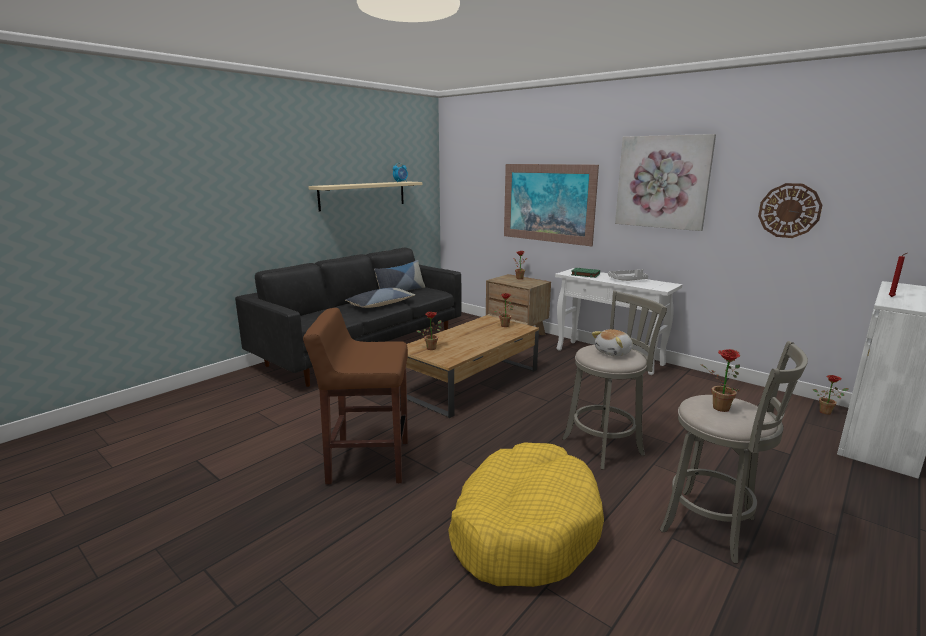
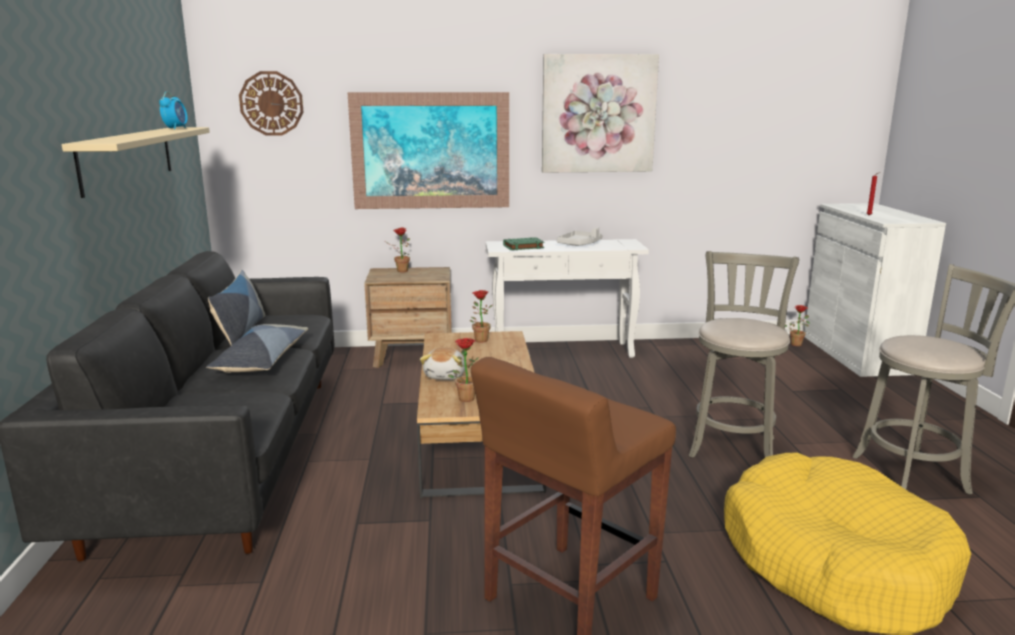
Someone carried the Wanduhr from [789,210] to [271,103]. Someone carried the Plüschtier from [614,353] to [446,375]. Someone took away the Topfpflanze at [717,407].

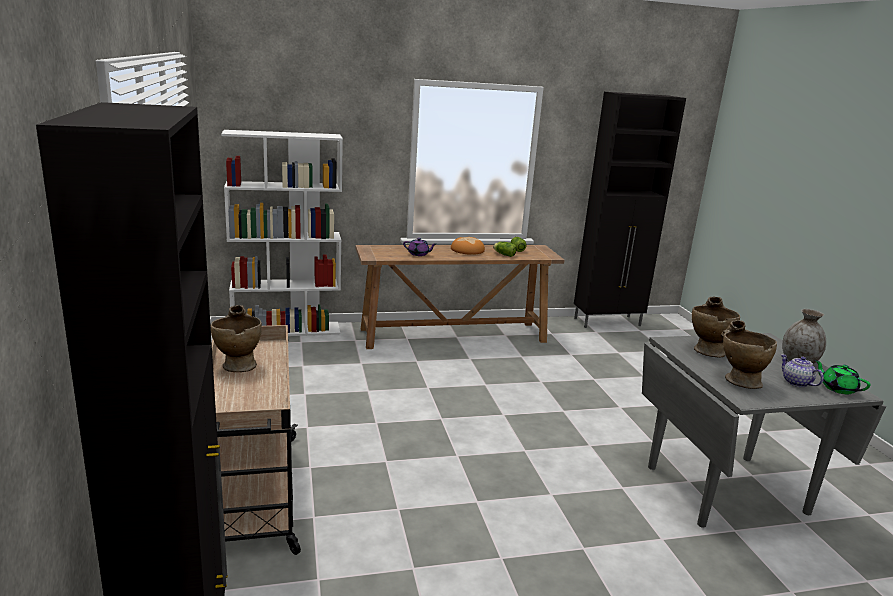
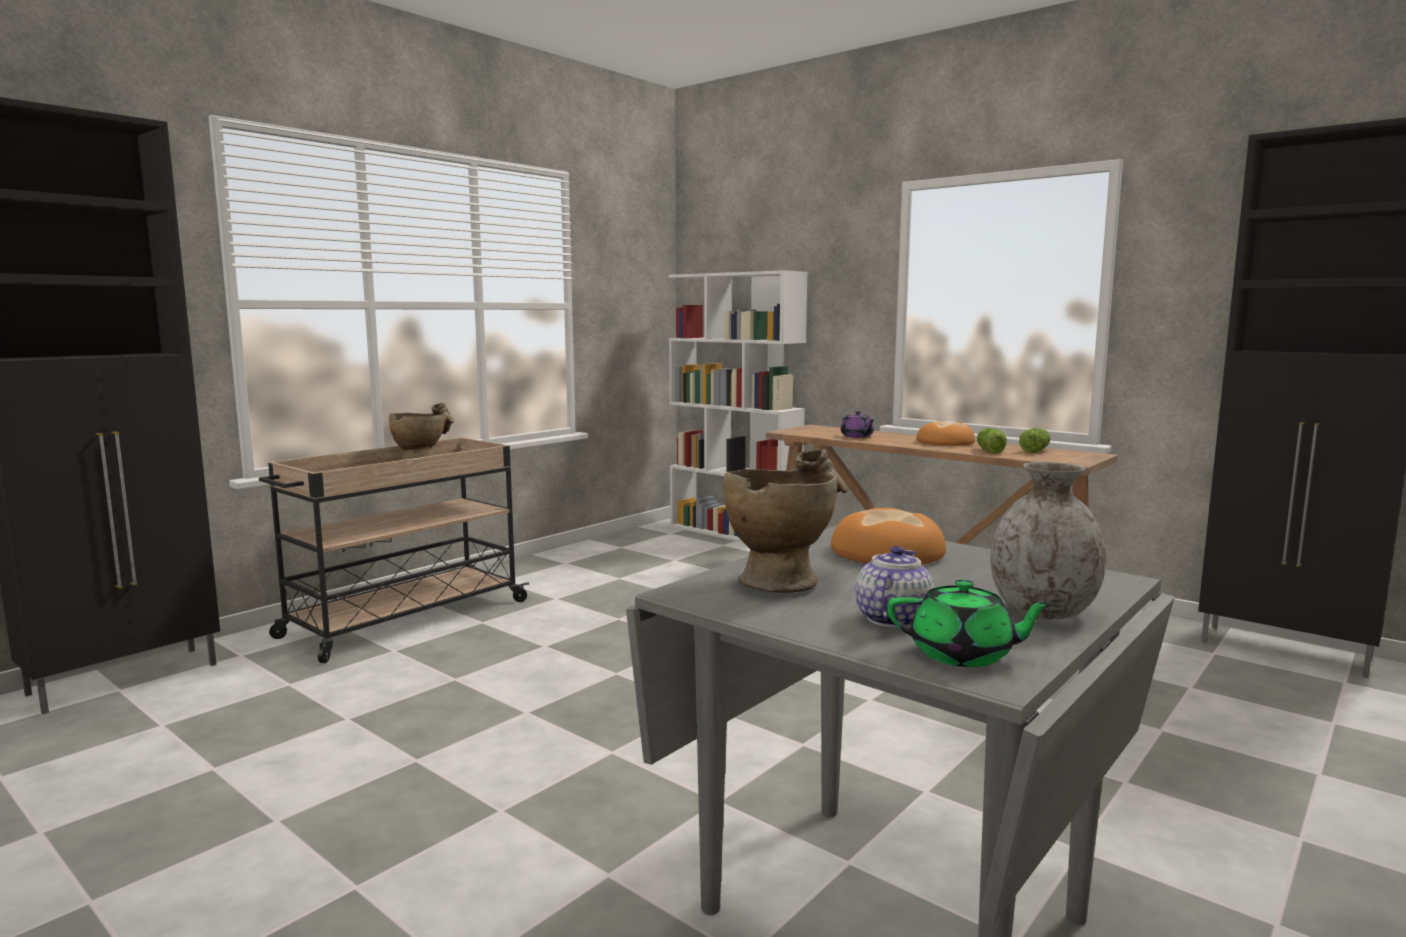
Someone swapped the Vase [beige] at [707,350] for the Brot at [886,551]. Someone rotated the Teekanne [grün] at [837,388] by 90 degrees clockwise.

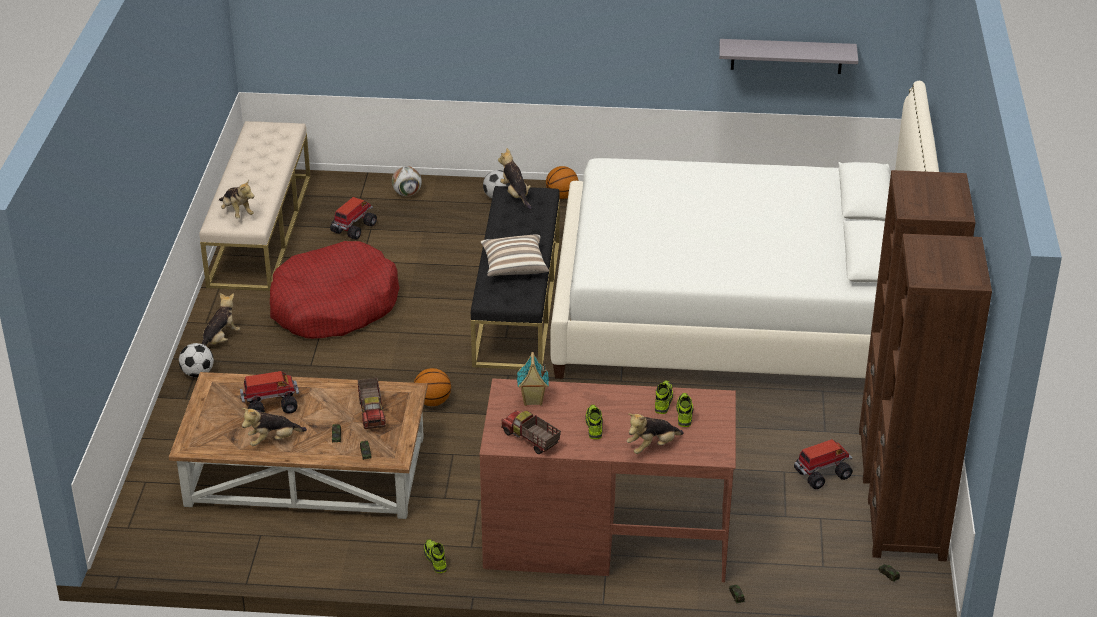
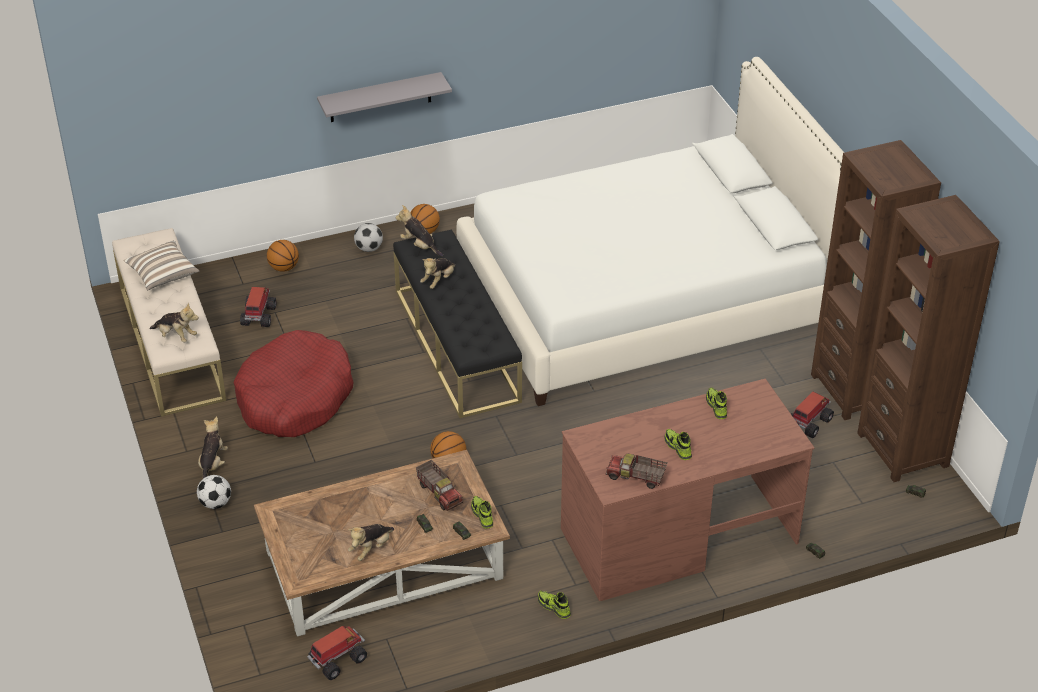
Someone carried the Wandregal [grau] from [786,56] to [380,97]. Someone swapped the Fußball at [407,193] for the Basketball at [284,267]. Someone carried the Kissen from [514,266] to [162,275]. Someone took away the Spielzeughaus at [532,400]. Someone carried the Spielzeuglaster from [270,405] to [337,660]. Someone carried the Schuh from [684,414] to [482,515]. Someone carried the Plüschtier from [652,446] to [438,281].

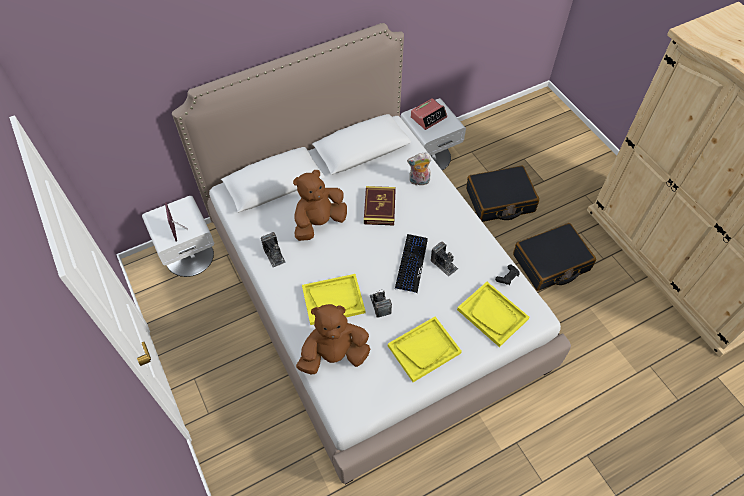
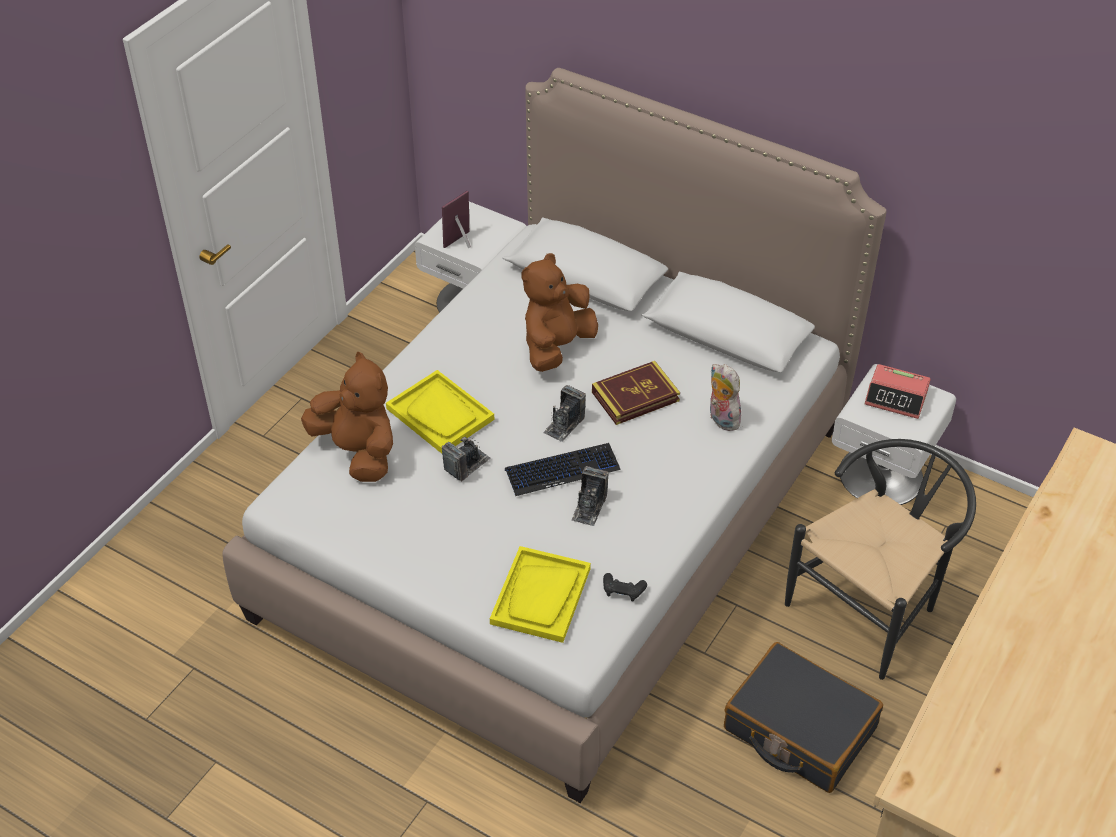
Someone swapped the Koffer [schwarz] at [500,200] for the Stuhl [schwarz] at [872,606]. Someone rotated the Plüschtier [braun] at [319,223] by 75 degrees counterclockwise. Someone carried the Kamera from [274,255] to [564,425]. Someone took away the Tablett [gelb] at [424,349].

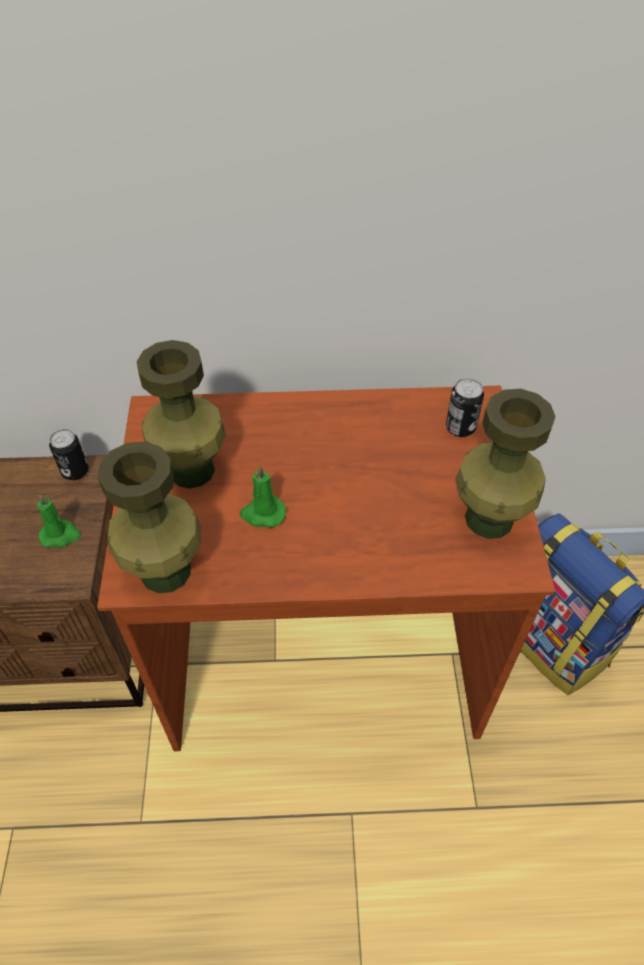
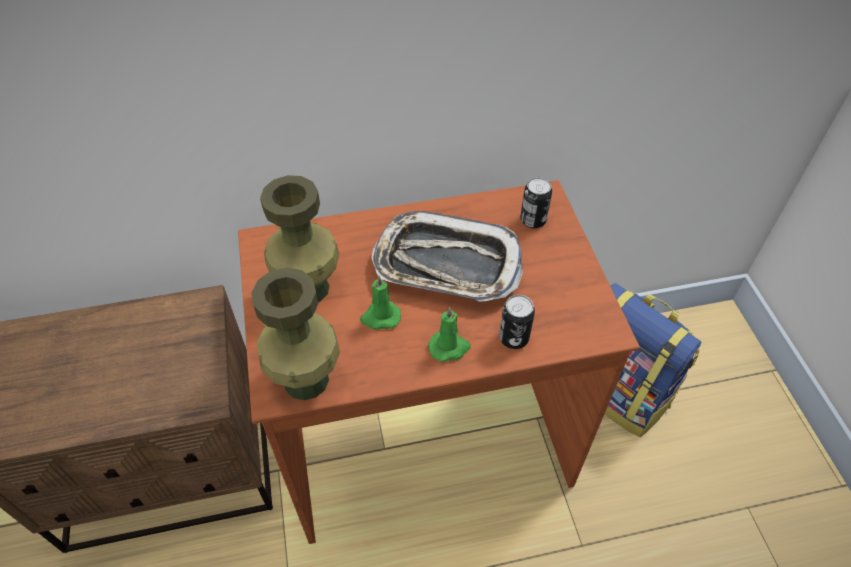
Someone took away the Vase [grün] at [489,519]. Someone carried the Dose from [75,471] to [513,338]. Someone carried the Kerze [grün] from [61,535] to [449,347]. Someone put down the Tablett at [446,264].

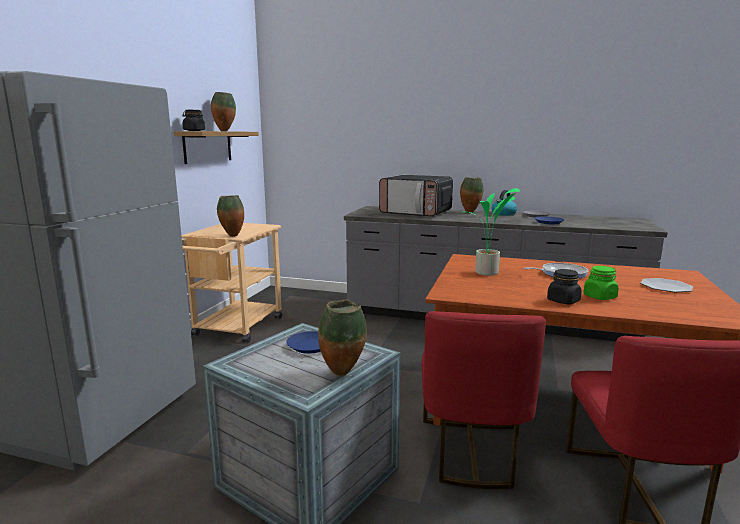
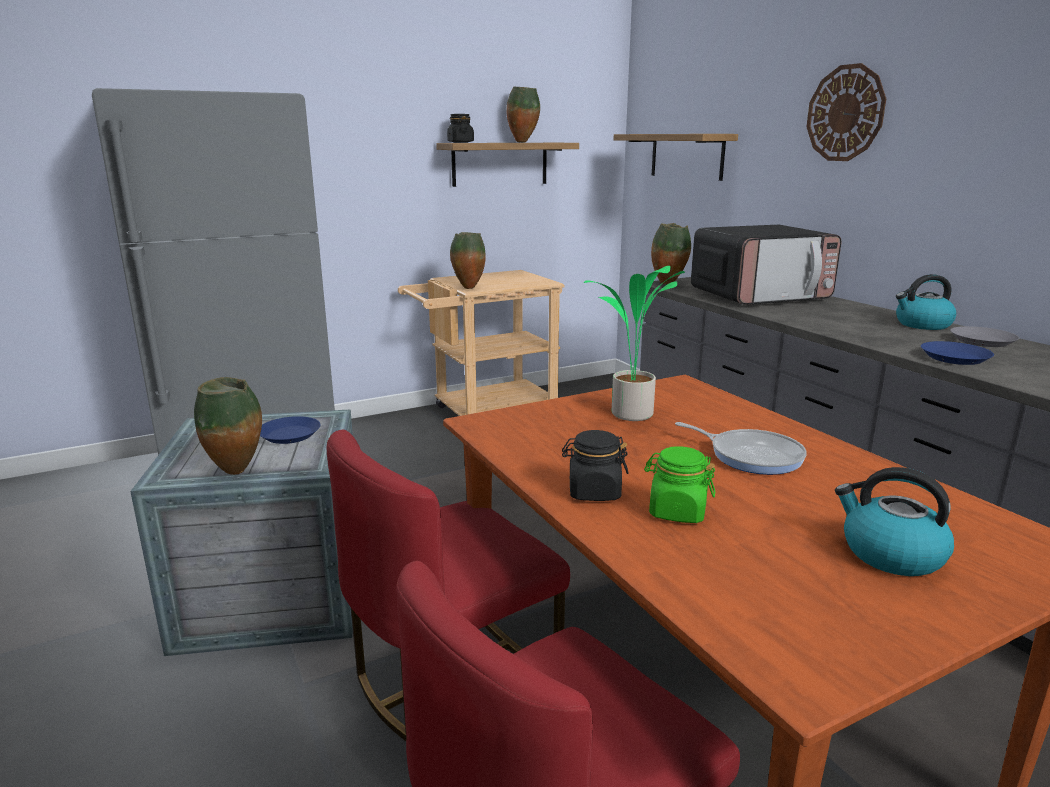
Someone rotated the Mikrowelle at [416,213] by 90 degrees counterclockwise. Someone carried the Vase from [470,212] to [668,284]. Someone swapped the Teller at [666,287] for the Wasserkessel at [890,554]. Someone put up the Wanduhr at [845,113]. Someone put up the Wandregal at [686,156].

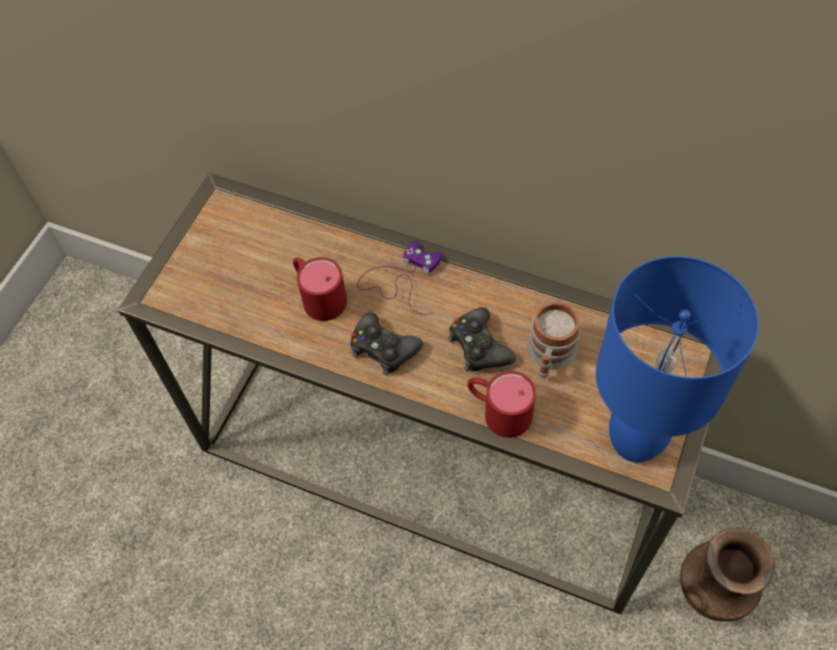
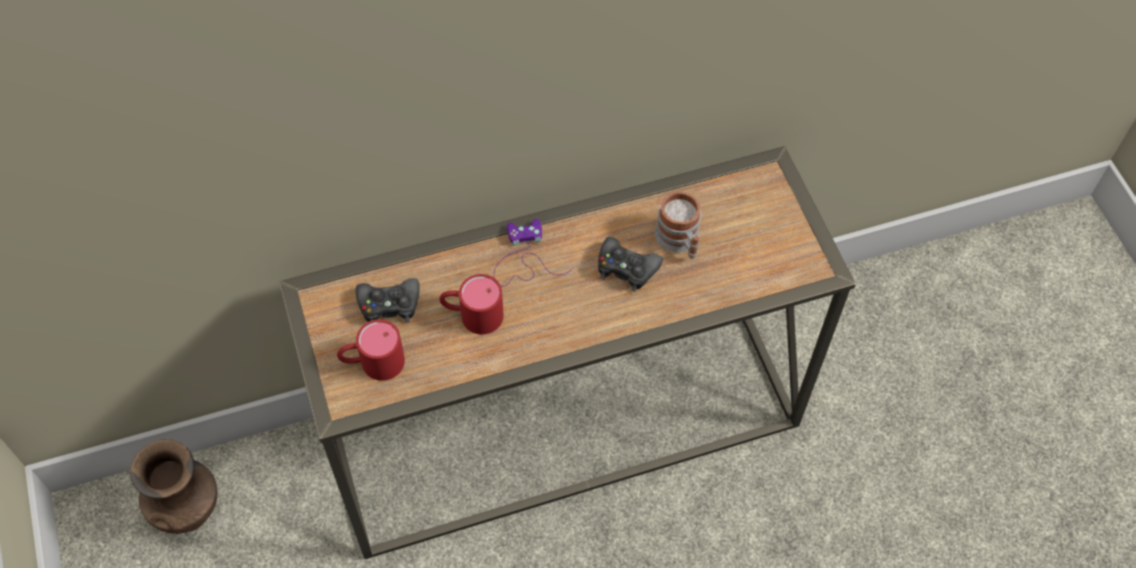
Someone took away the Tischlampe [blau] at [634,439]. Someone carried the Gamepad [schwarz] from [383,348] to [389,305]. Someone carried the Henkelbecher [rot] from [498,410] to [372,362]. Someone carried the Vase [braun] from [710,593] to [189,512].

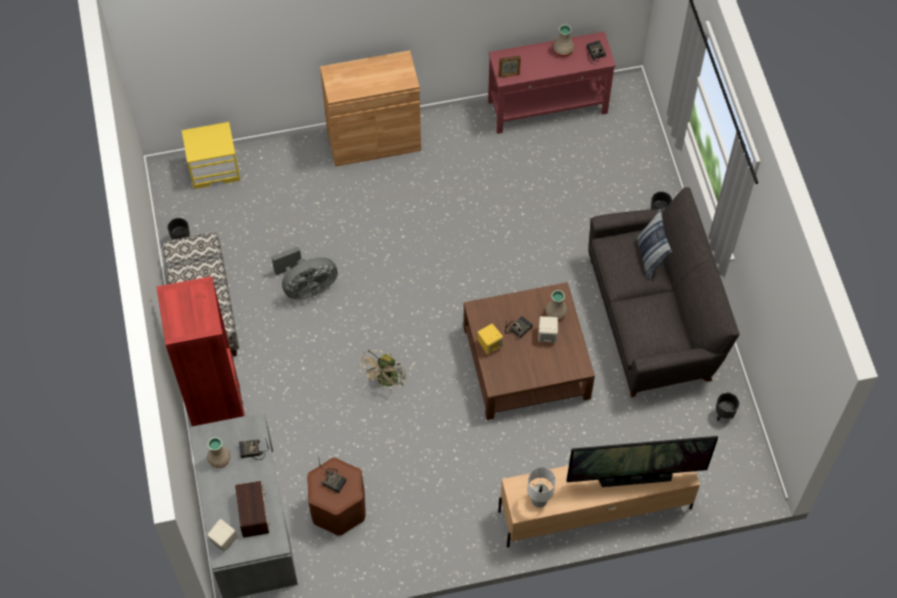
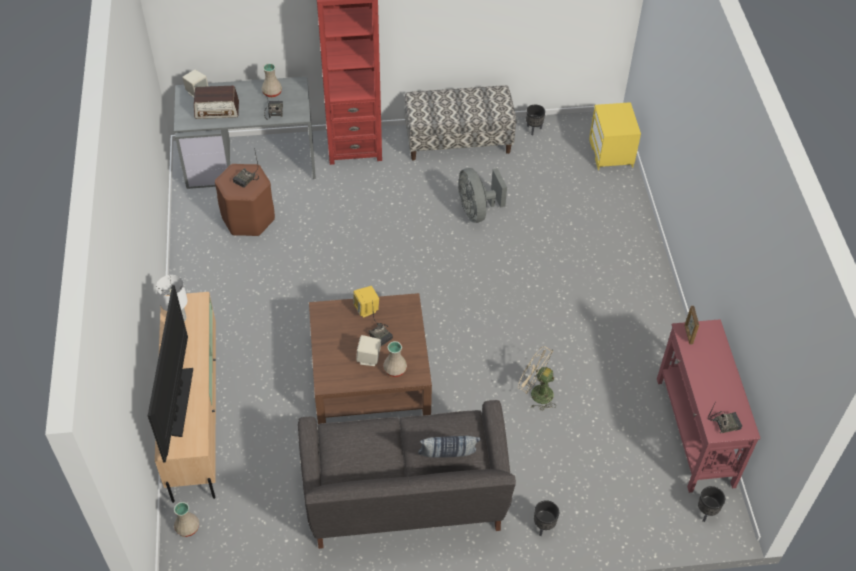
Someone carried the Vase [beige] from [563,50] to [187,528]. Someone took away the Schrank [braun] at [374,141]. Someone carried the Ventilator [beige] from [386,381] to [536,393]. Someone carried the Pflanzkübel [schwarz] from [724,415] to [706,513].

